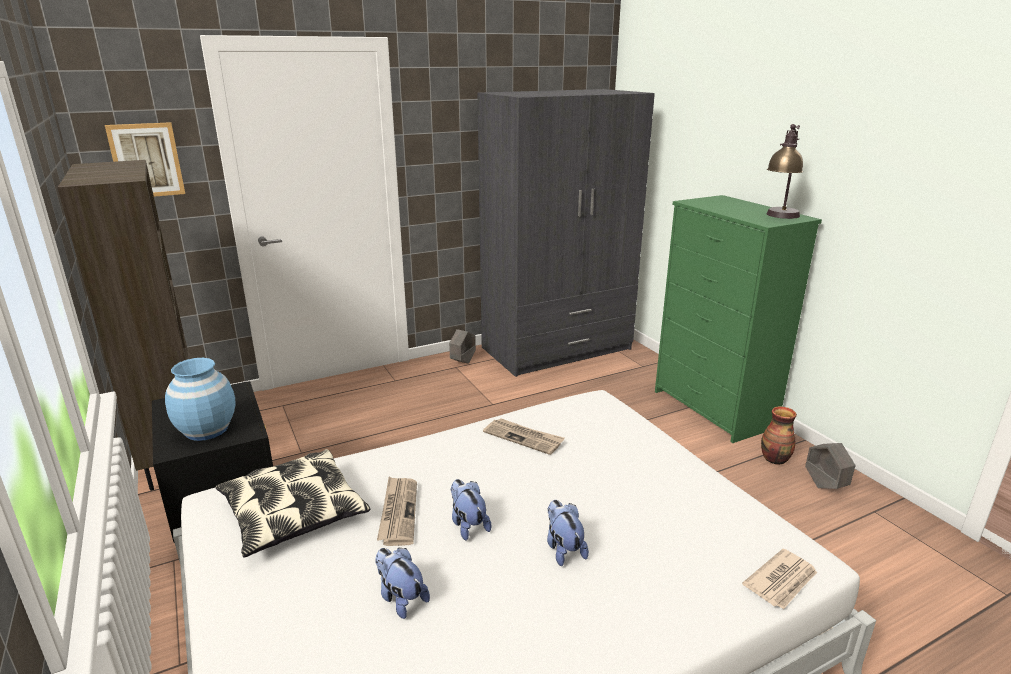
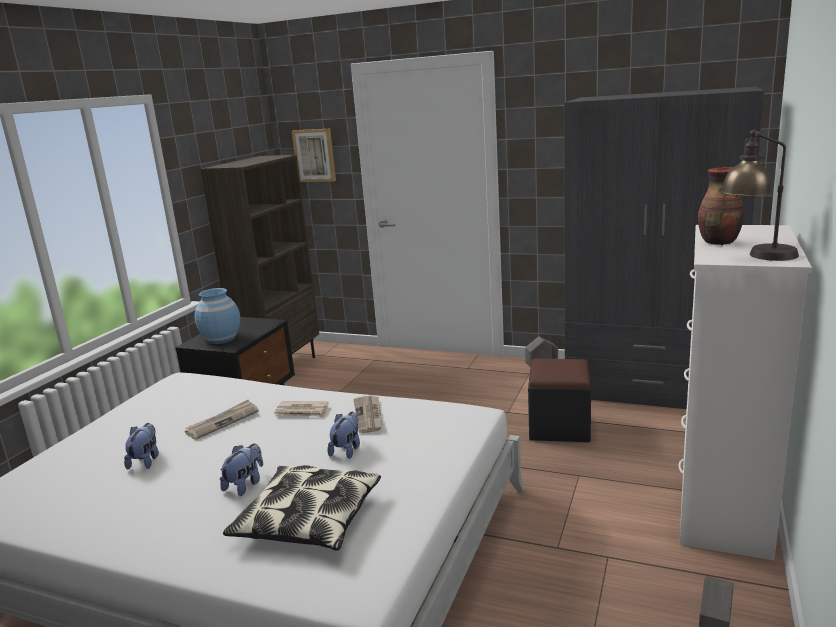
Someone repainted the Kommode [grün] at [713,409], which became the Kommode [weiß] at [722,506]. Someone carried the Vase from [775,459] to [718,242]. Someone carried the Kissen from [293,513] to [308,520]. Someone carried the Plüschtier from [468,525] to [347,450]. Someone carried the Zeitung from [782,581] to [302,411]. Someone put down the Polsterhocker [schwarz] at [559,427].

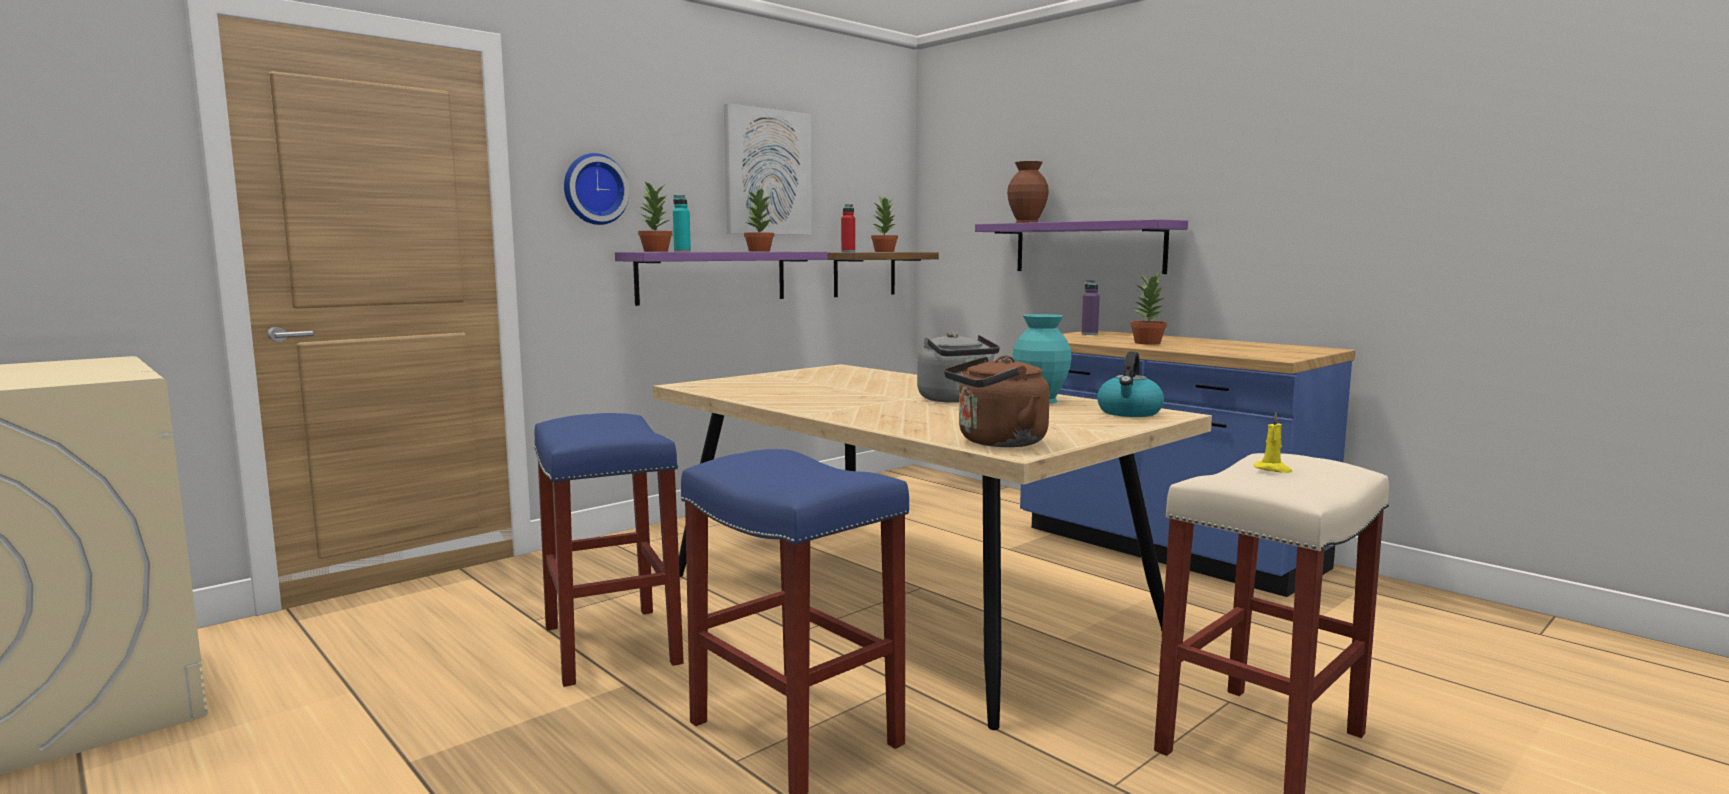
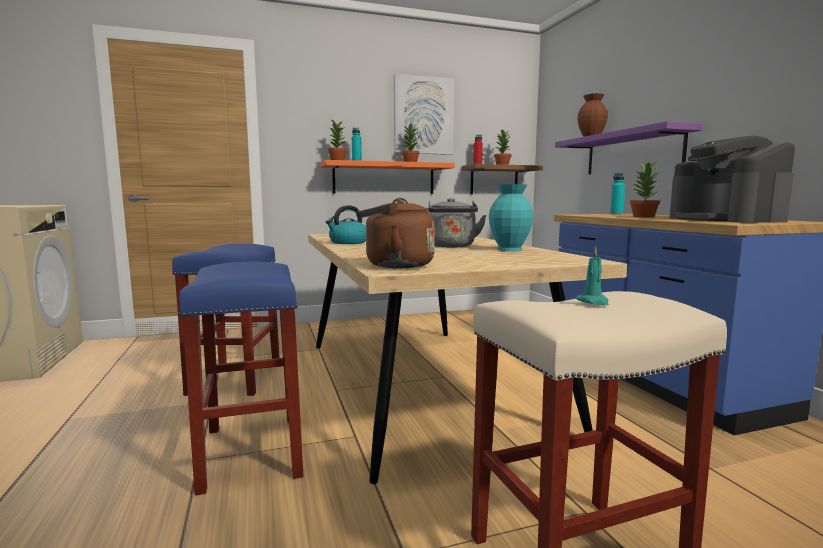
Someone took away the Wanduhr at [594,189]. Someone repainted the Wandregal [lila] at [713,276], which became the Wandregal [orange] at [384,178]. Someone repainted the Flasche [lila] at [1089,334], which became the Flasche [türkis] at [616,214]. Someone carried the Wasserkessel from [1129,413] to [348,242]. Someone repainted the Kerze [gelb] at [1273,469], which became the Kerze [türkis] at [593,302]. Someone put down the Kaffeemaschine at [725,220].

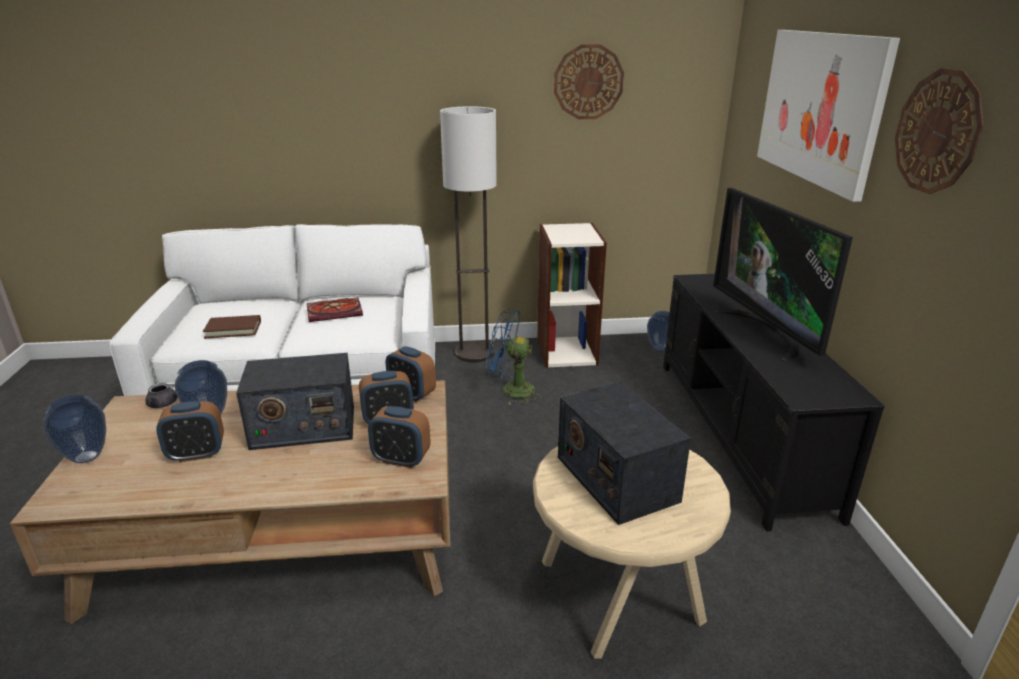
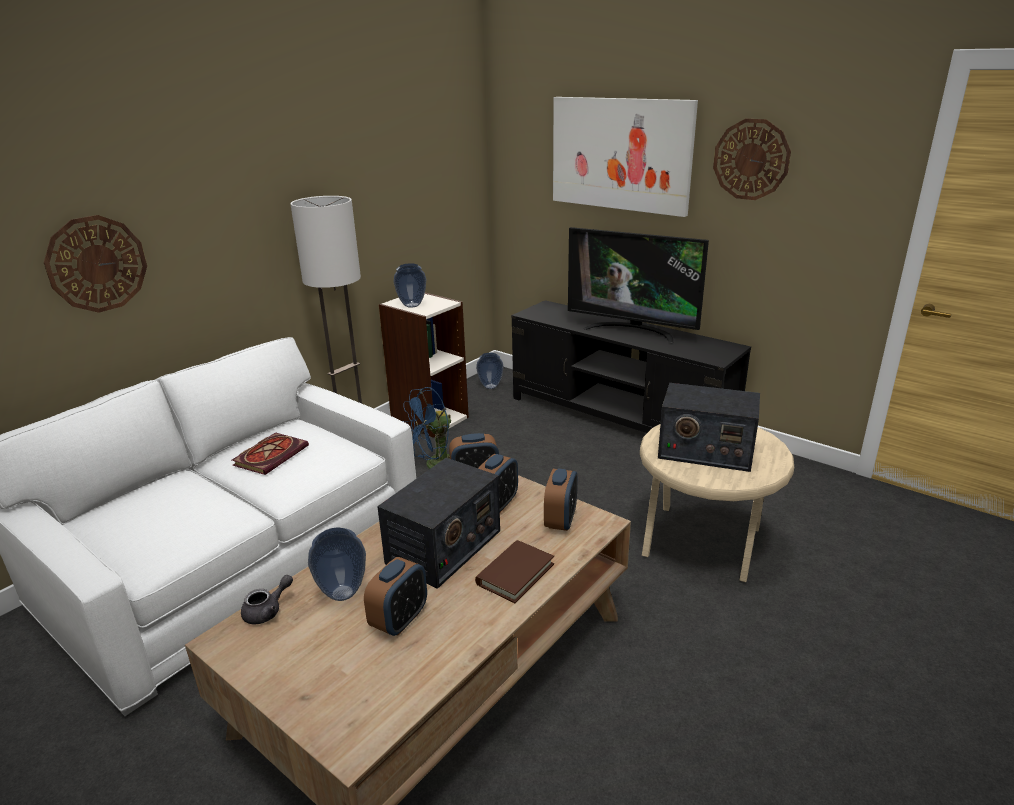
Someone carried the Wanduhr from [588,82] to [97,264]. Someone carried the Buch [braun] from [233,329] to [515,574]. Someone carried the Vase from [86,457] to [412,305]. Someone rotated the Wecker at [401,459] by 45 degrees counterclockwise.

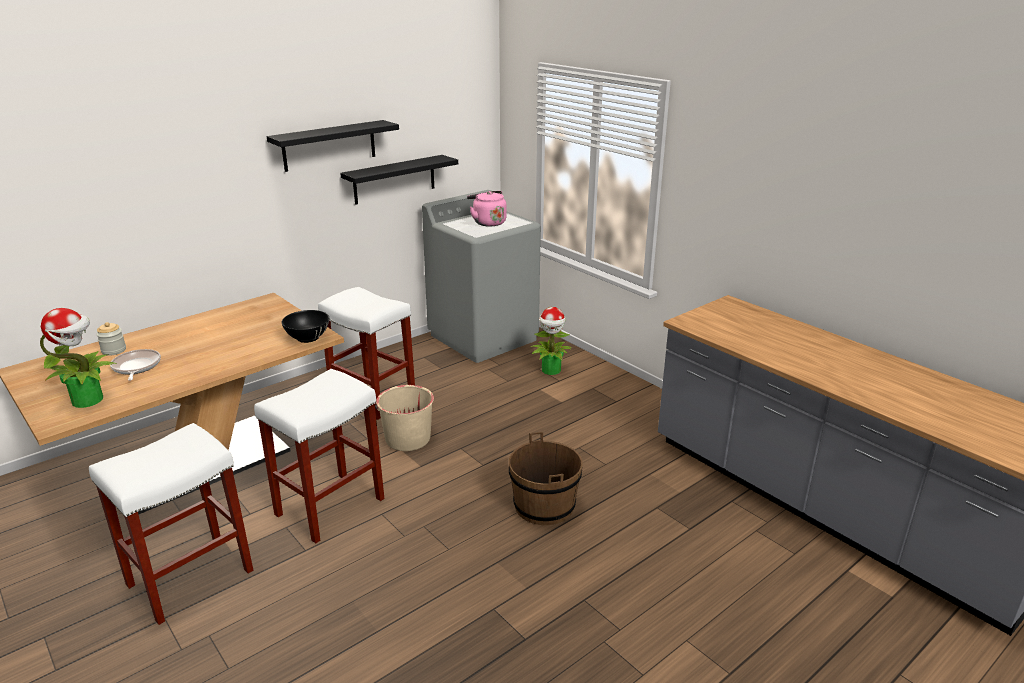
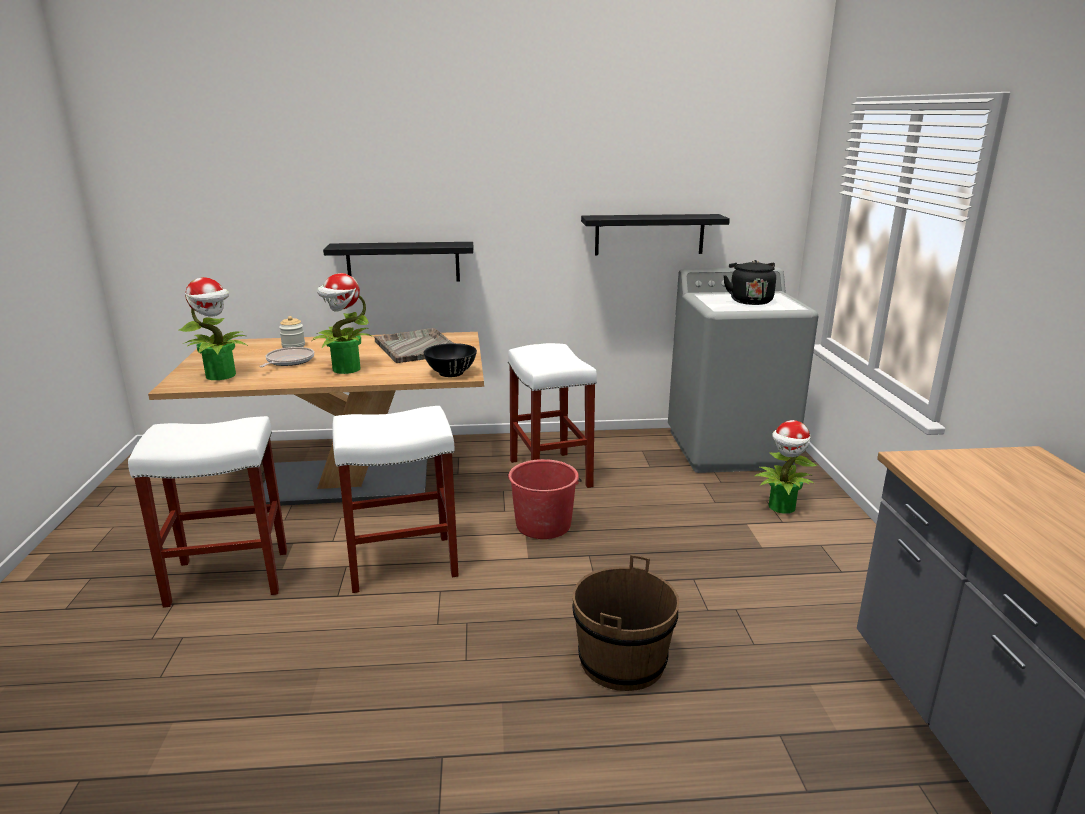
Someone carried the Wandregal [schwarz] from [329,145] to [403,262]. Someone repainted the Wasserkessel [rosa] at [488,222], which became the Wasserkessel [schwarz] at [749,301]. Someone repainted the Eimer [beige] at [407,438], which became the Eimer [rot] at [543,524]. Someone put down the Topfpflanze at [345,369]. Someone put down the Tablett [grau] at [416,347].

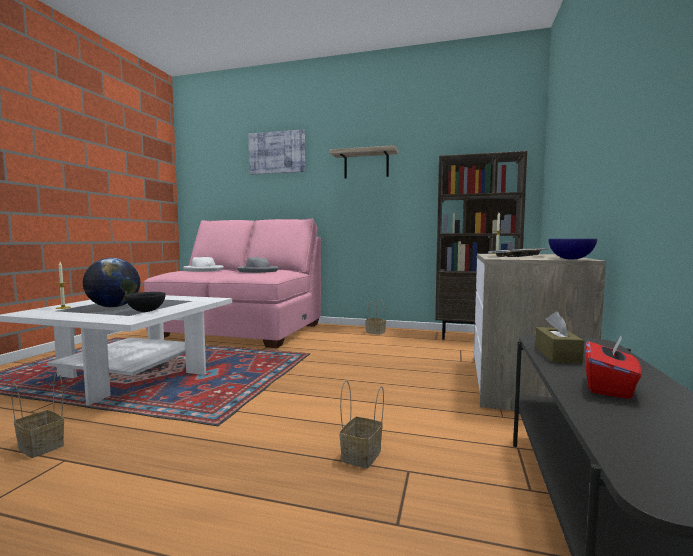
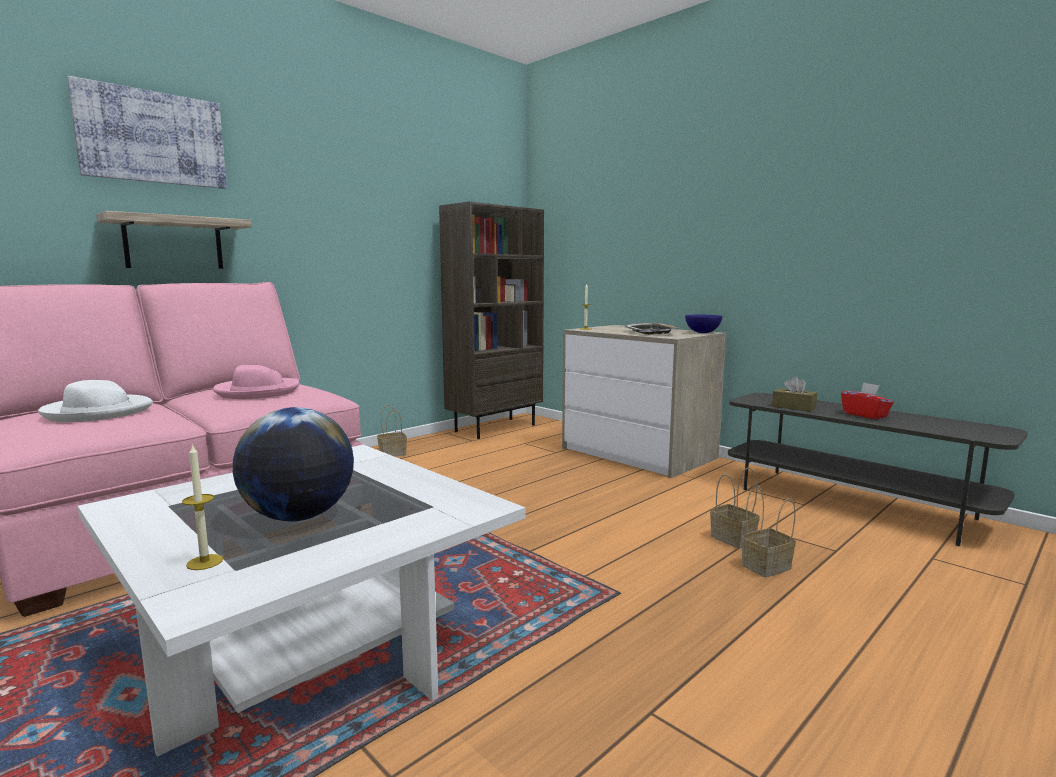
Someone carried the Wandregal from [366,164] to [174,243]. Someone repainted the Hut [grau] at [258,271], which became the Hut [rosa] at [257,392]. Someone took away the Schüssel [schwarz] at [146,311]. Someone carried the Korb from [42,446] to [766,566].

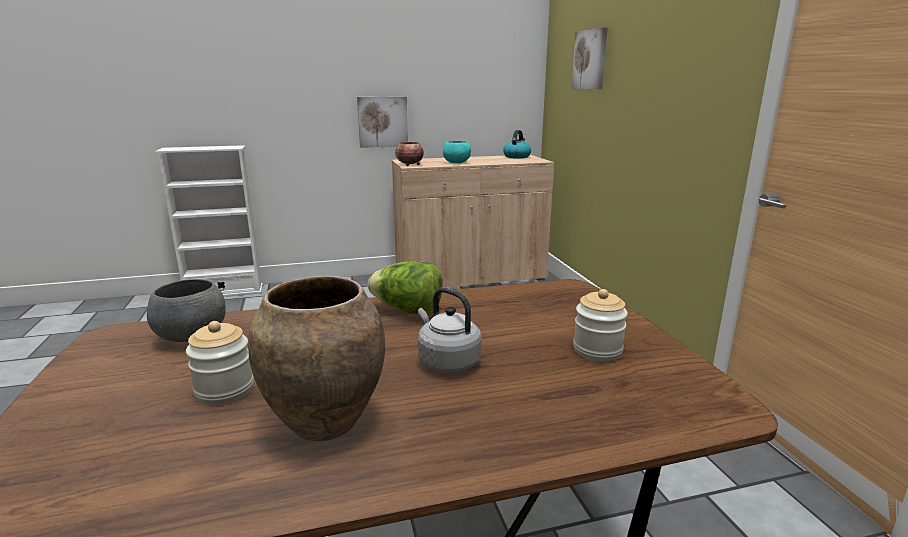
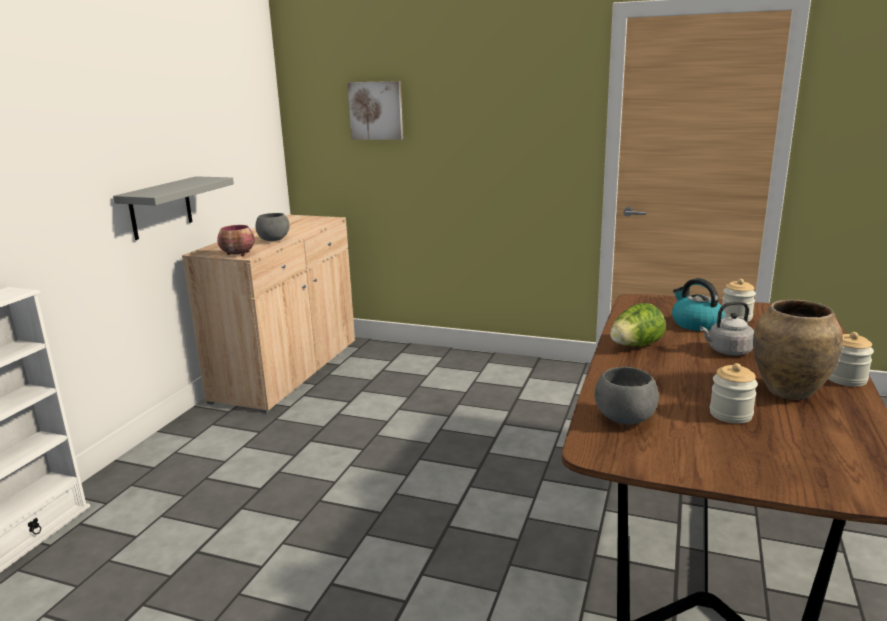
Someone swapped the Bild at [382,122] for the Wandregal [grau] at [160,208]. Someone carried the Wasserkessel from [517,157] to [695,324]. Someone repainted the Schüssel [türkis] at [457,163], which became the Schüssel [grau] at [274,240]. Someone put down the Vorratsglas at [846,379].

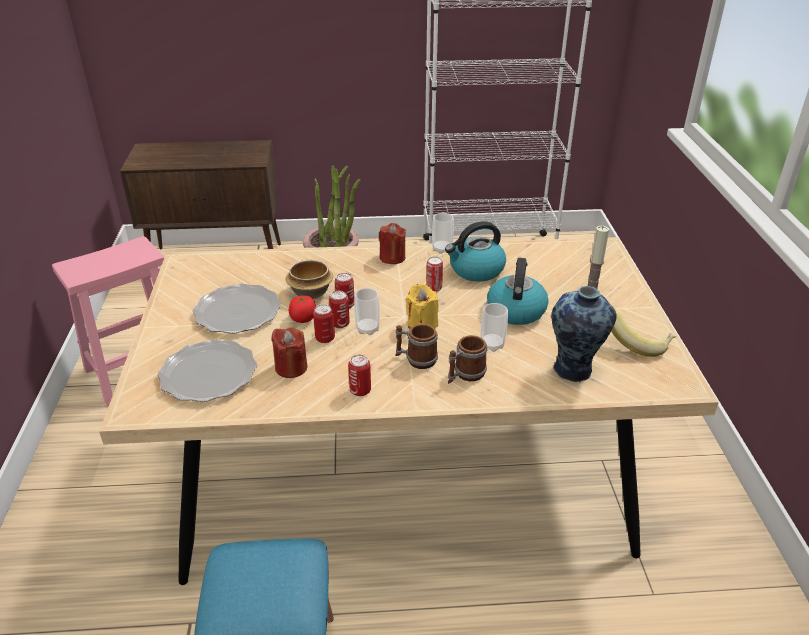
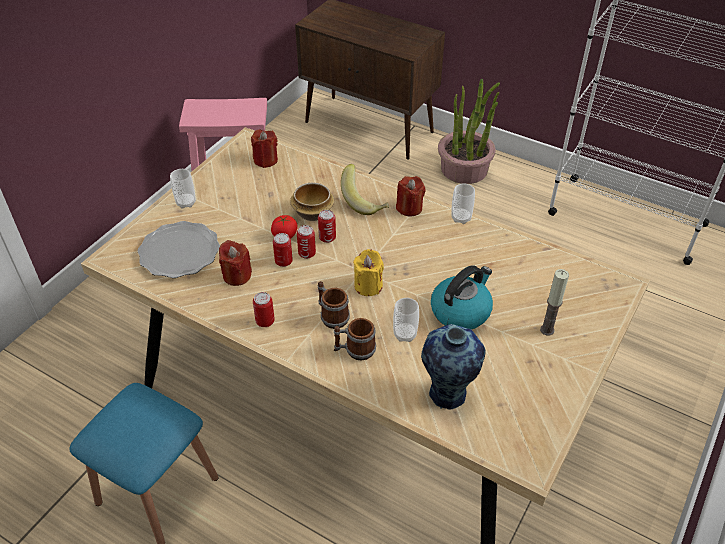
Someone took away the Wasserkessel at [476,270]. Someone took away the Dose at [434,288]. Someone took away the Teller at [237,312]. Someone carried the Tasse from [367,329] to [186,203]. Someone carried the Banane from [637,343] to [365,201]. Someone put down the Kerze [rot] at [265,160].

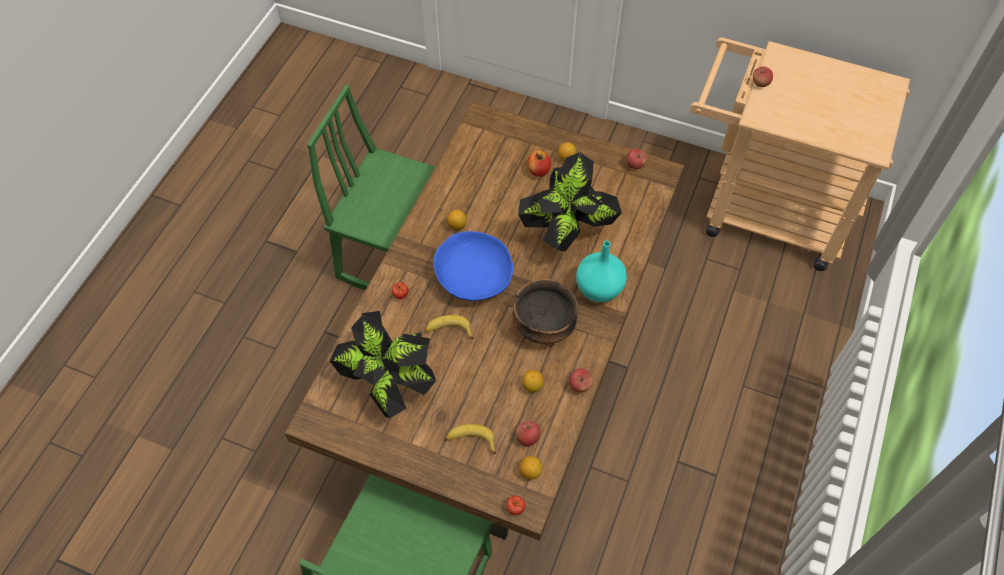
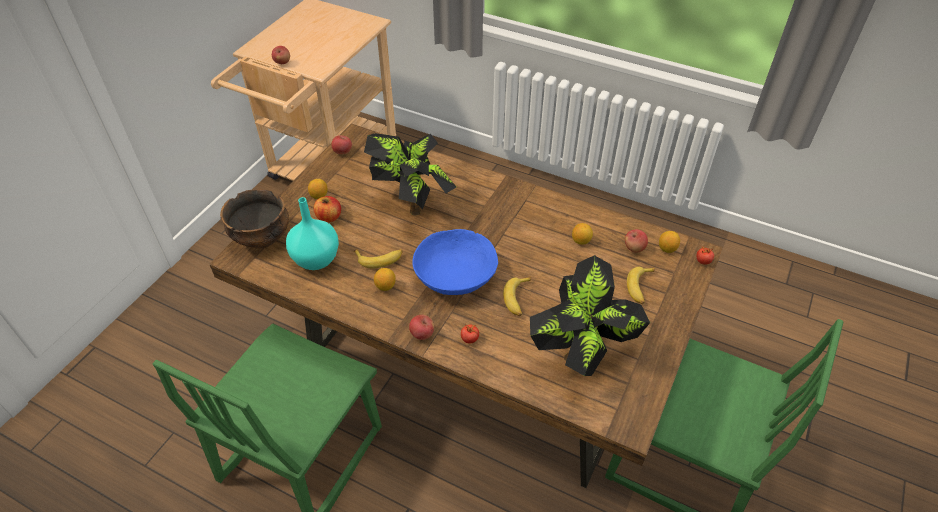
Someone carried the Vase [türkis] from [599,290] to [317,260]. Someone carried the Schüssel from [543,327] to [262,238]. Someone carried the Apfel from [580,385] to [422,334]. Someone put down the Banane at [380,259].

